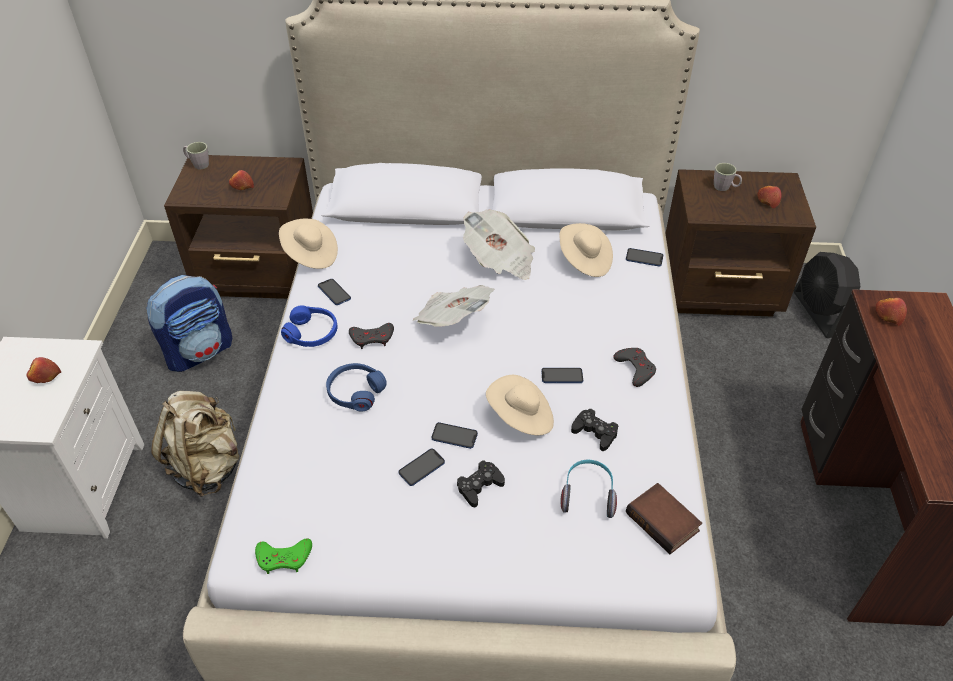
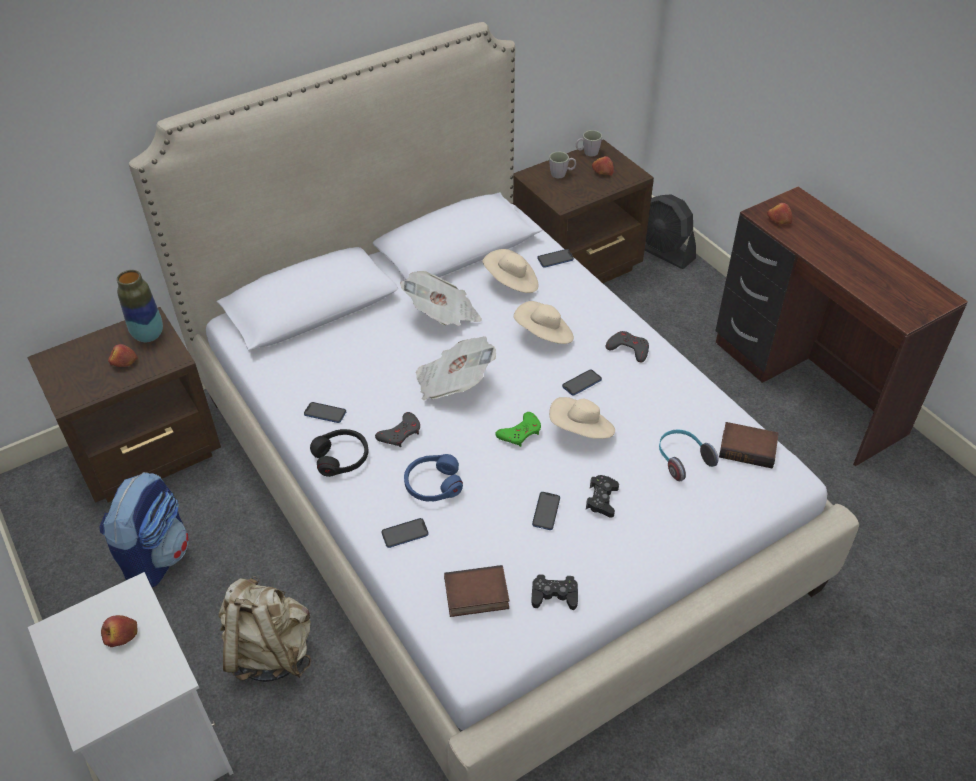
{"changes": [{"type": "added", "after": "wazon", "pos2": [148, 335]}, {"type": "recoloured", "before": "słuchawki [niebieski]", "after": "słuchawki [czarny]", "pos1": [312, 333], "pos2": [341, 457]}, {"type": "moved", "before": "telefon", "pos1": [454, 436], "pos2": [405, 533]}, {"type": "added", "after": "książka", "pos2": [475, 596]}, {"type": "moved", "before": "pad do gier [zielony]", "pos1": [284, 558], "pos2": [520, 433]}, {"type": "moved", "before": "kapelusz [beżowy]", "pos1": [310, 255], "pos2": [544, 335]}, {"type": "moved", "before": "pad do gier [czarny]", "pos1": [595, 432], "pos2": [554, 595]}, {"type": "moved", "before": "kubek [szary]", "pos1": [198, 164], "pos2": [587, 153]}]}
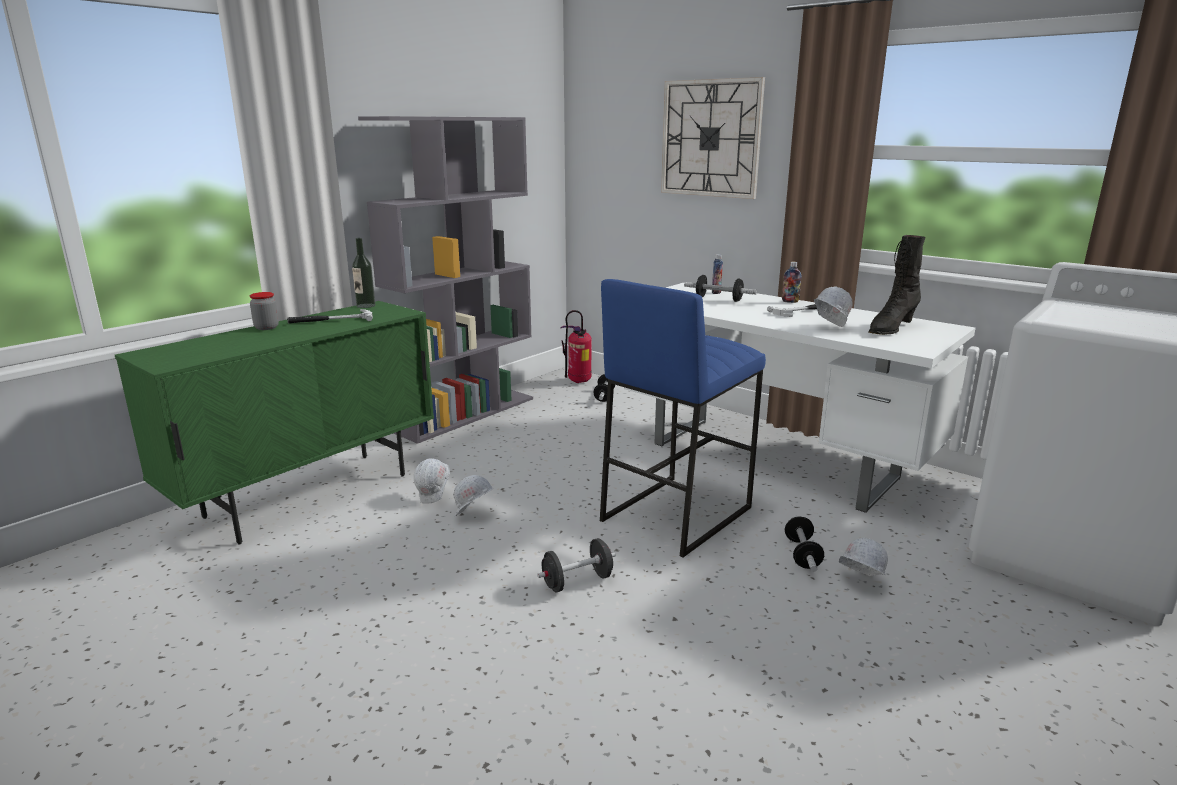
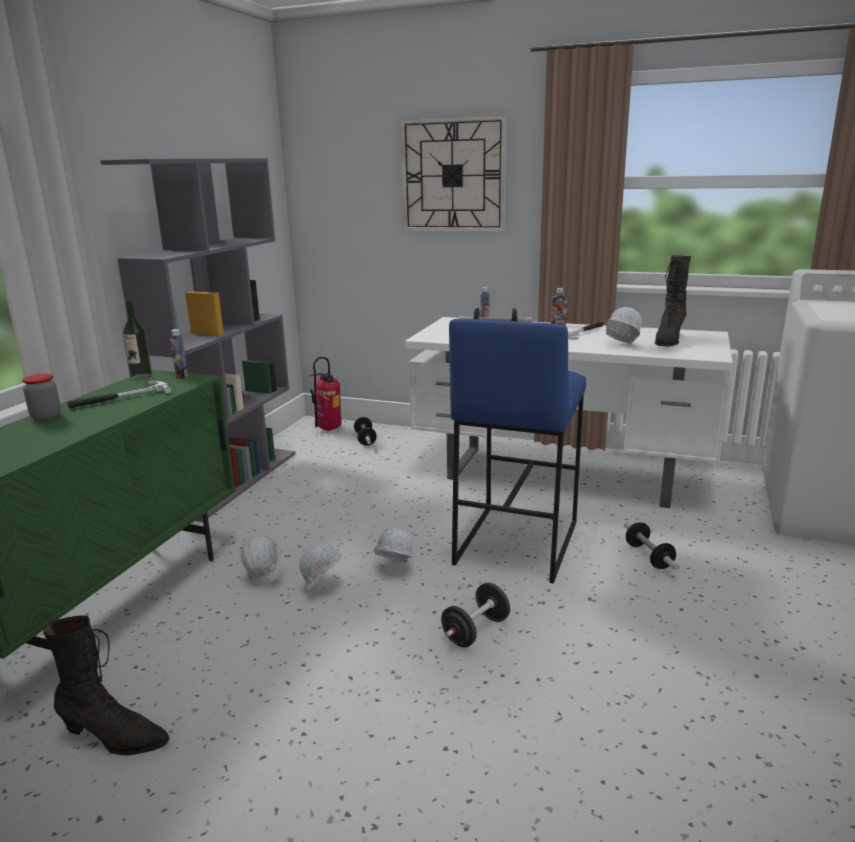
{"changes": [{"type": "added", "after": "but z cholewką [czarny]", "pos2": [114, 738]}, {"type": "added", "after": "butelka", "pos2": [182, 376]}, {"type": "moved", "before": "kask [biały]", "pos1": [858, 583], "pos2": [393, 569]}]}
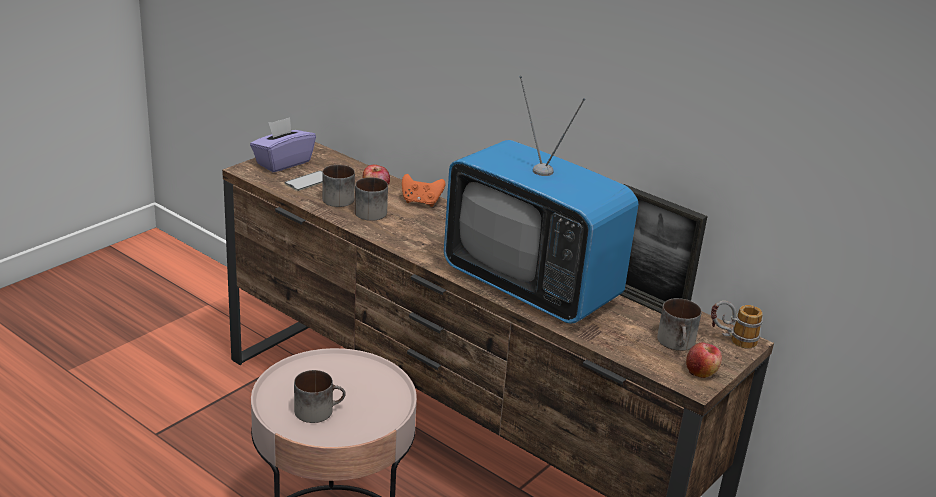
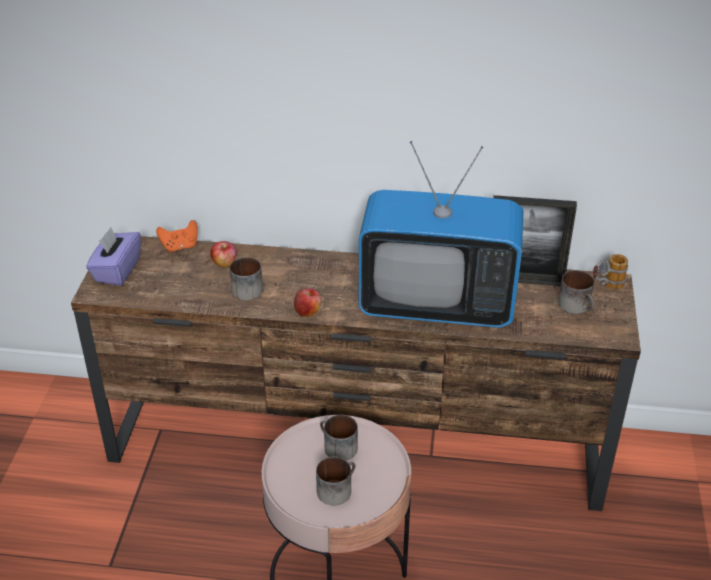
{"changes": [{"type": "moved", "before": "pad do gier [pomarańczowy]", "pos1": [421, 202], "pos2": [180, 247]}, {"type": "moved", "before": "jabłko", "pos1": [701, 372], "pos2": [307, 311]}, {"type": "moved", "before": "kubek", "pos1": [336, 198], "pos2": [336, 447]}, {"type": "removed", "before": "telefon", "pos1": [309, 181]}]}
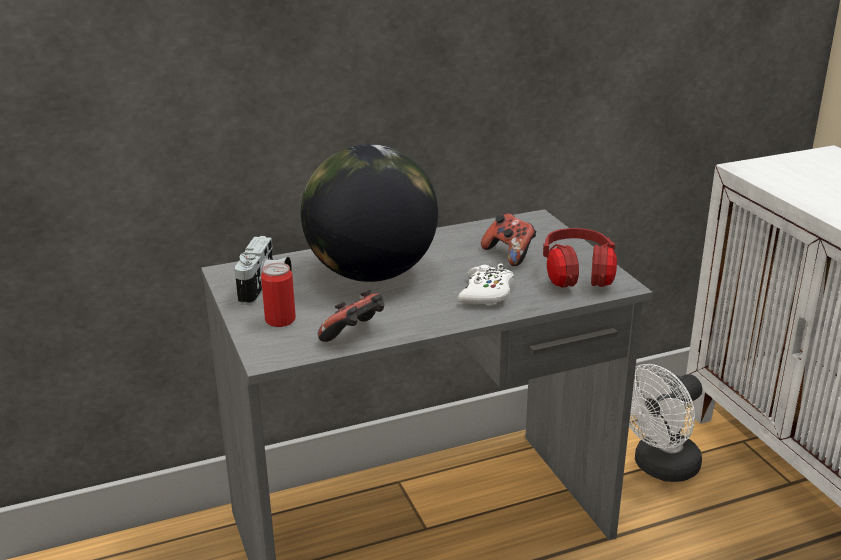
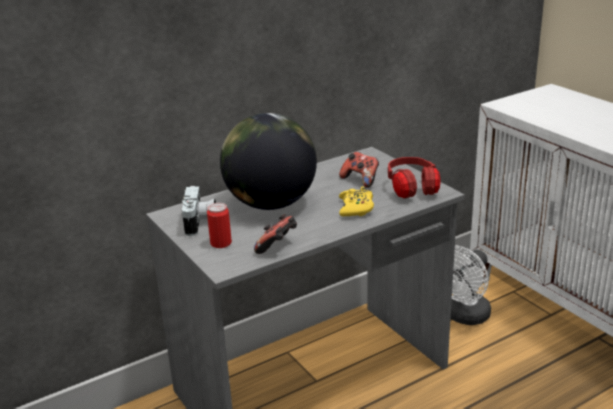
{"changes": [{"type": "recoloured", "before": "pad do gier [biały]", "after": "pad do gier [żółty]", "pos1": [486, 293], "pos2": [356, 208]}]}
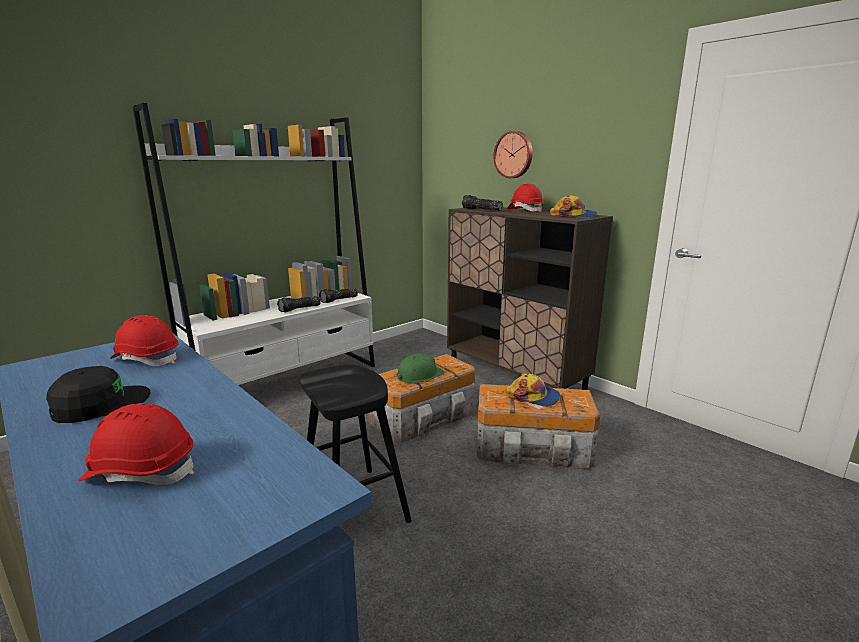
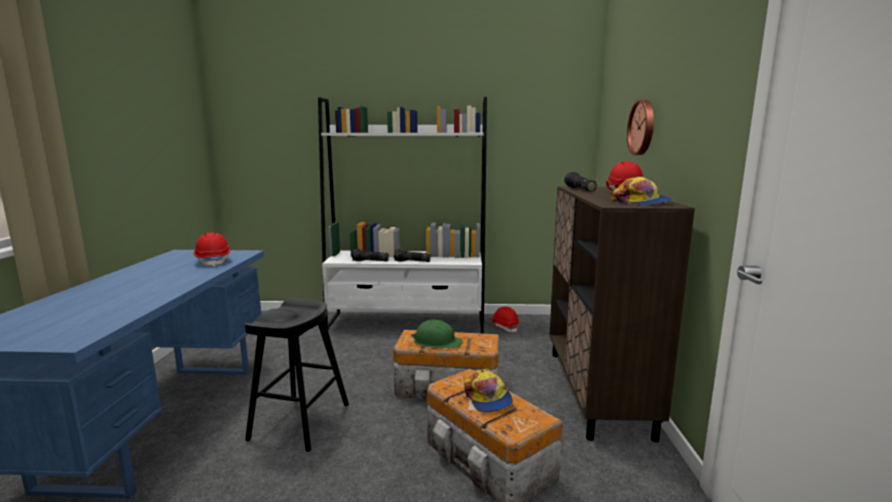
{"changes": [{"type": "moved", "before": "latarka", "pos1": [339, 300], "pos2": [370, 261]}, {"type": "moved", "before": "kask [czerwony]", "pos1": [141, 471], "pos2": [504, 327]}, {"type": "removed", "before": "czapka z daszkiem [czarny]", "pos1": [100, 404]}]}
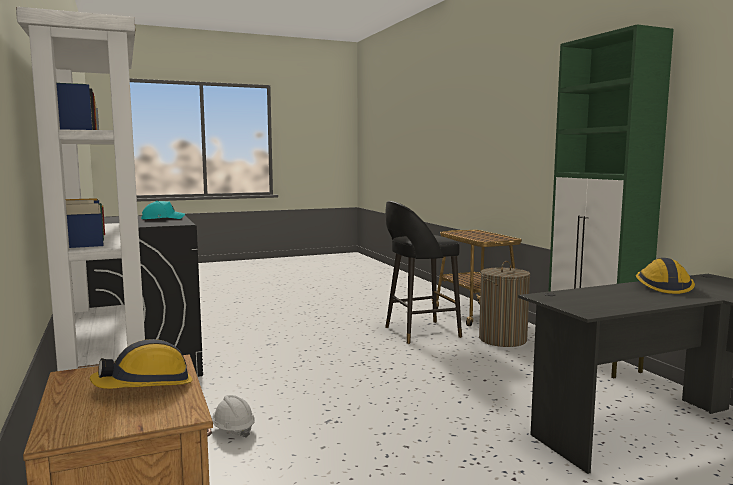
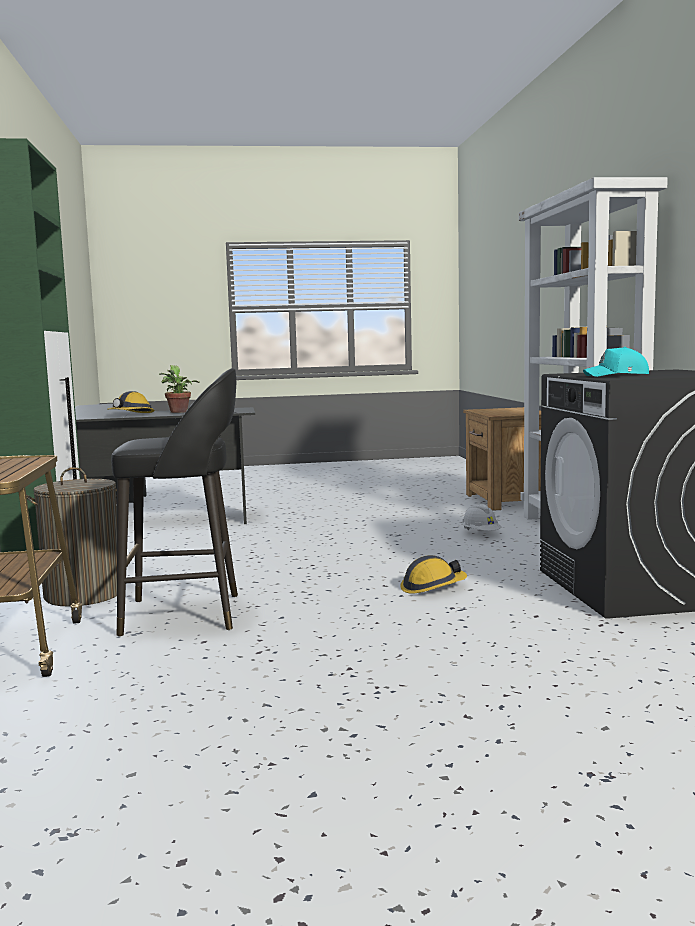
{"changes": [{"type": "added", "after": "roślina doniczkowa", "pos2": [179, 412]}, {"type": "moved", "before": "kask", "pos1": [145, 386], "pos2": [432, 587]}]}
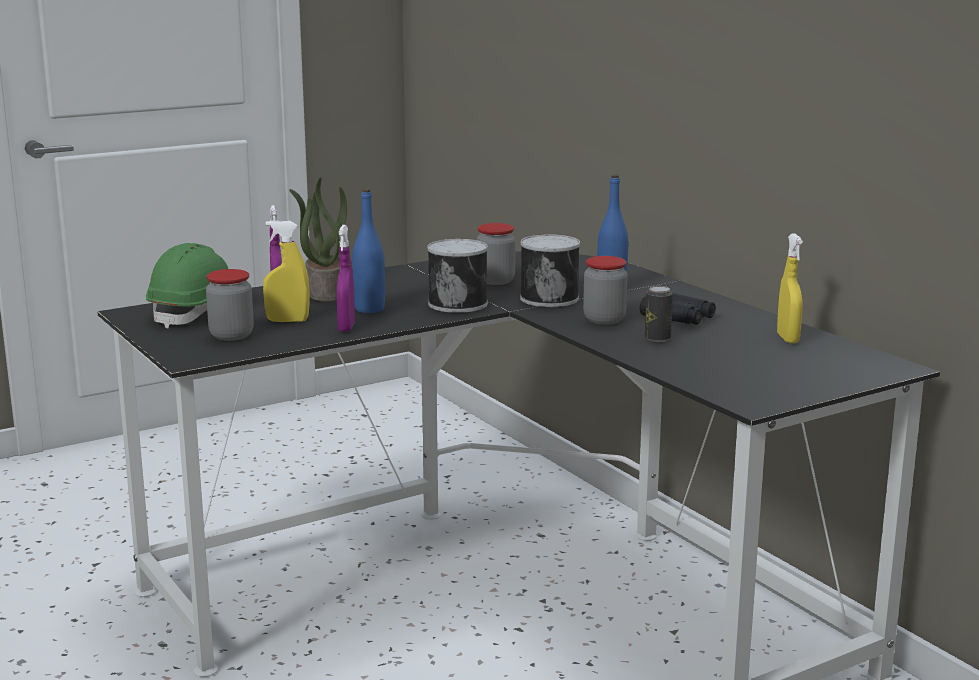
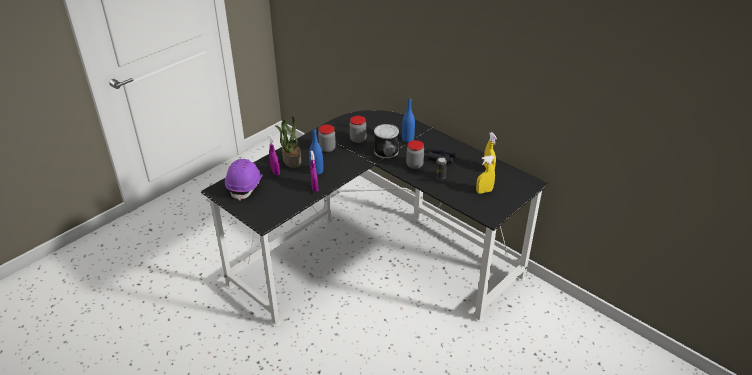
{"changes": [{"type": "recoloured", "before": "kask [zielony]", "after": "kask [fioletowy]", "pos1": [197, 313], "pos2": [245, 186]}, {"type": "moved", "before": "słoik", "pos1": [231, 335], "pos2": [327, 148]}, {"type": "moved", "before": "spryskiwacz [żółty]", "pos1": [287, 321], "pos2": [484, 191]}, {"type": "removed", "before": "puszka", "pos1": [458, 303]}]}
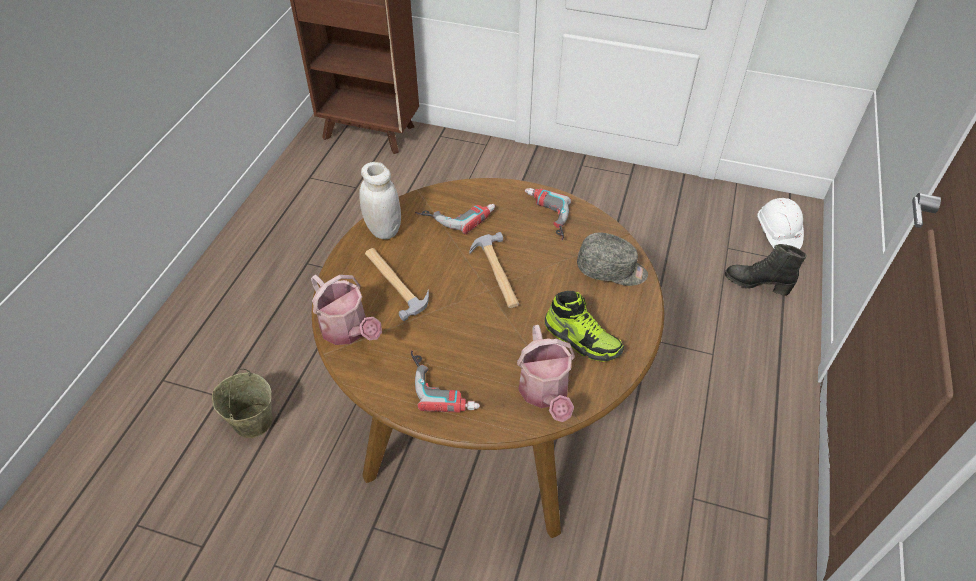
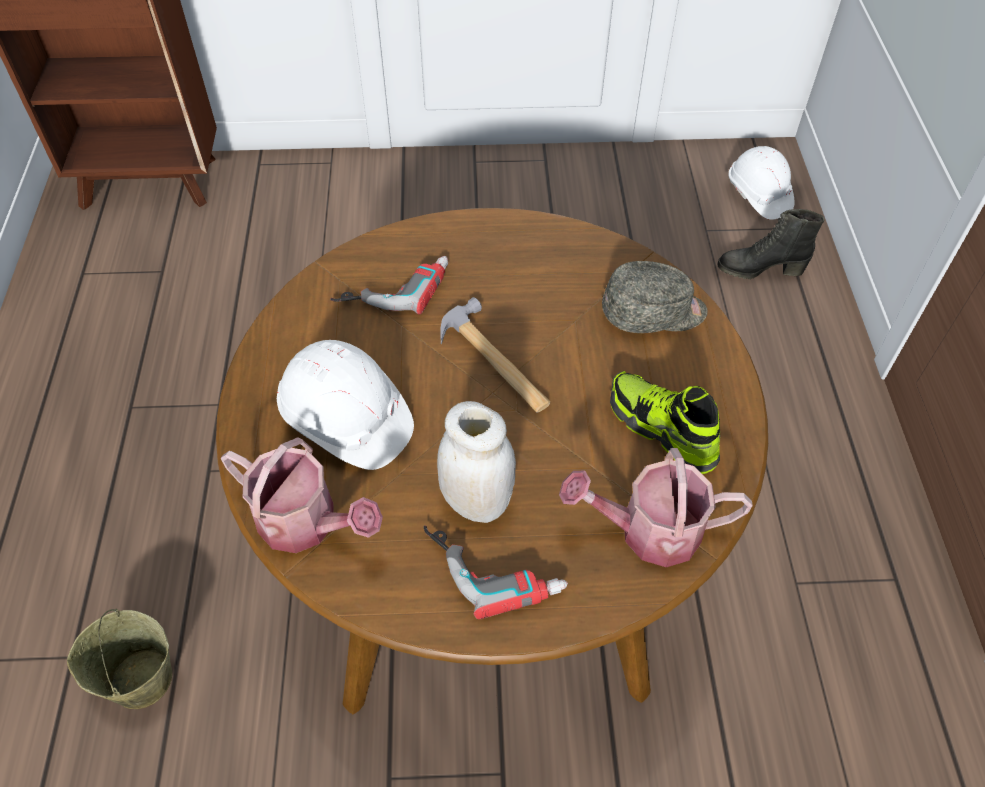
{"changes": [{"type": "replaced", "before": "młotek", "after": "kask [biały]", "pos1": [395, 282], "pos2": [346, 421]}, {"type": "moved", "before": "słoik [biały]", "pos1": [383, 230], "pos2": [476, 501]}, {"type": "turned", "before": "konewka", "pos1": [545, 393], "pos2": [648, 531], "turn": 120}, {"type": "turned", "before": "but", "pos1": [582, 339], "pos2": [661, 430], "turn": -150}, {"type": "removed", "before": "wiertarka", "pos1": [543, 217]}]}
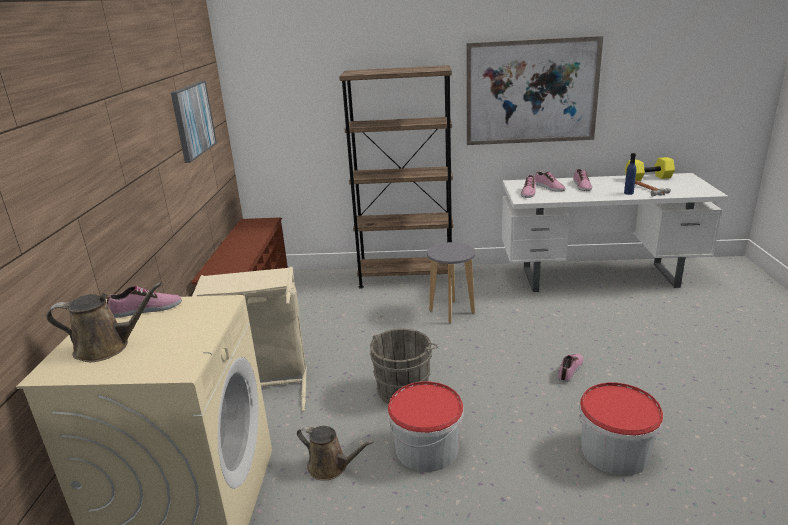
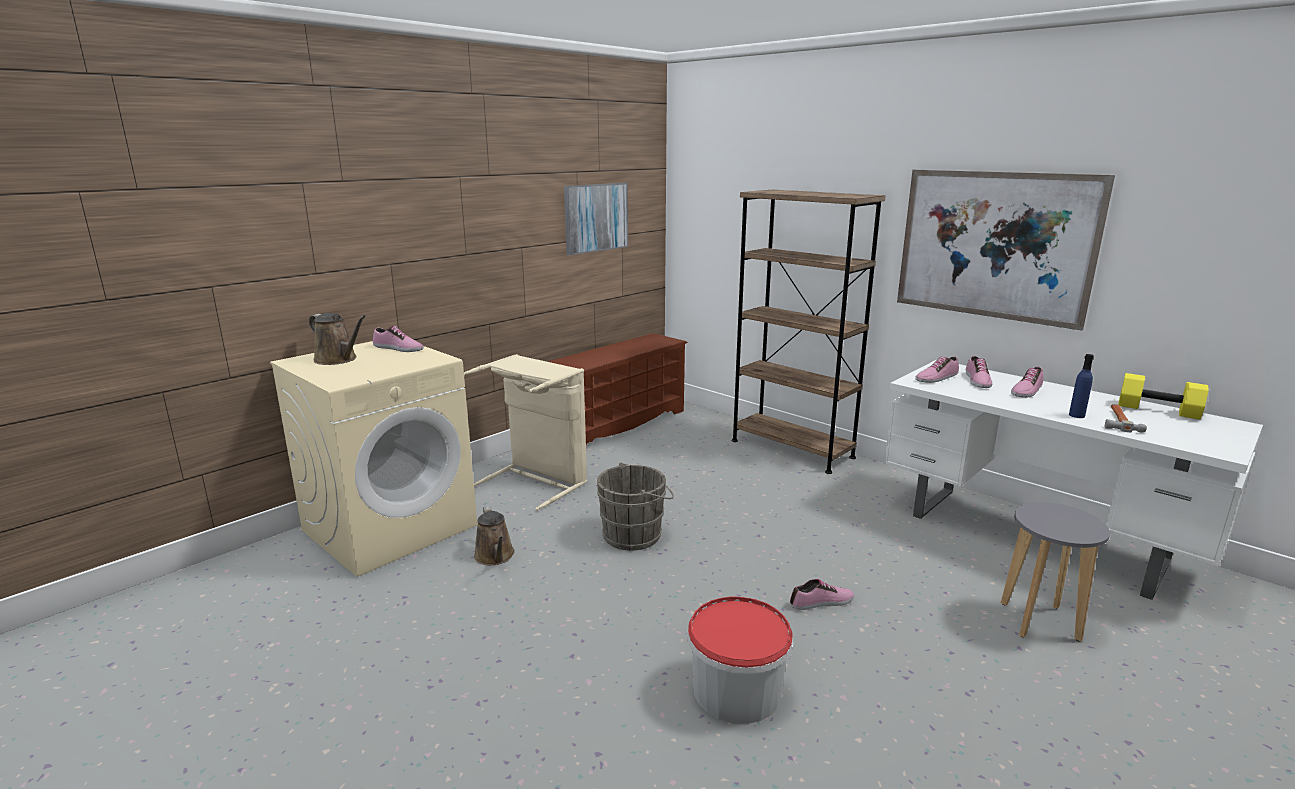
{"changes": [{"type": "moved", "before": "stołek [szary]", "pos1": [451, 312], "pos2": [1039, 621]}, {"type": "removed", "before": "wiadro", "pos1": [426, 448]}]}
